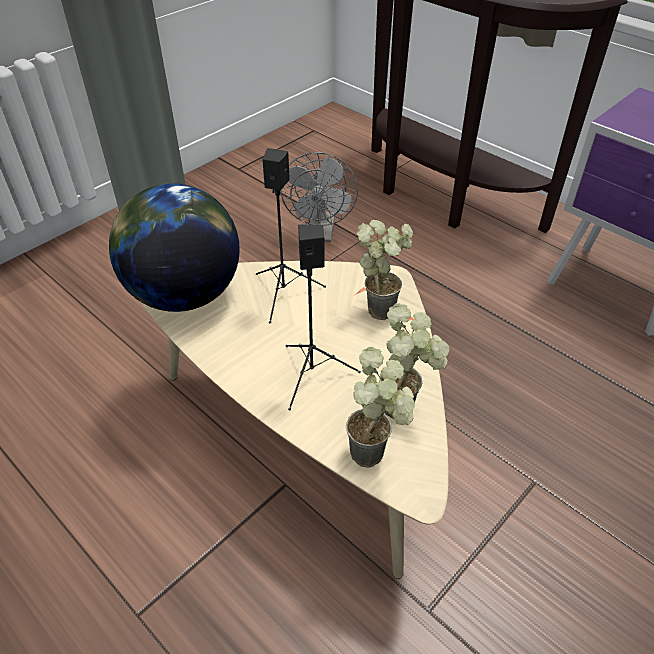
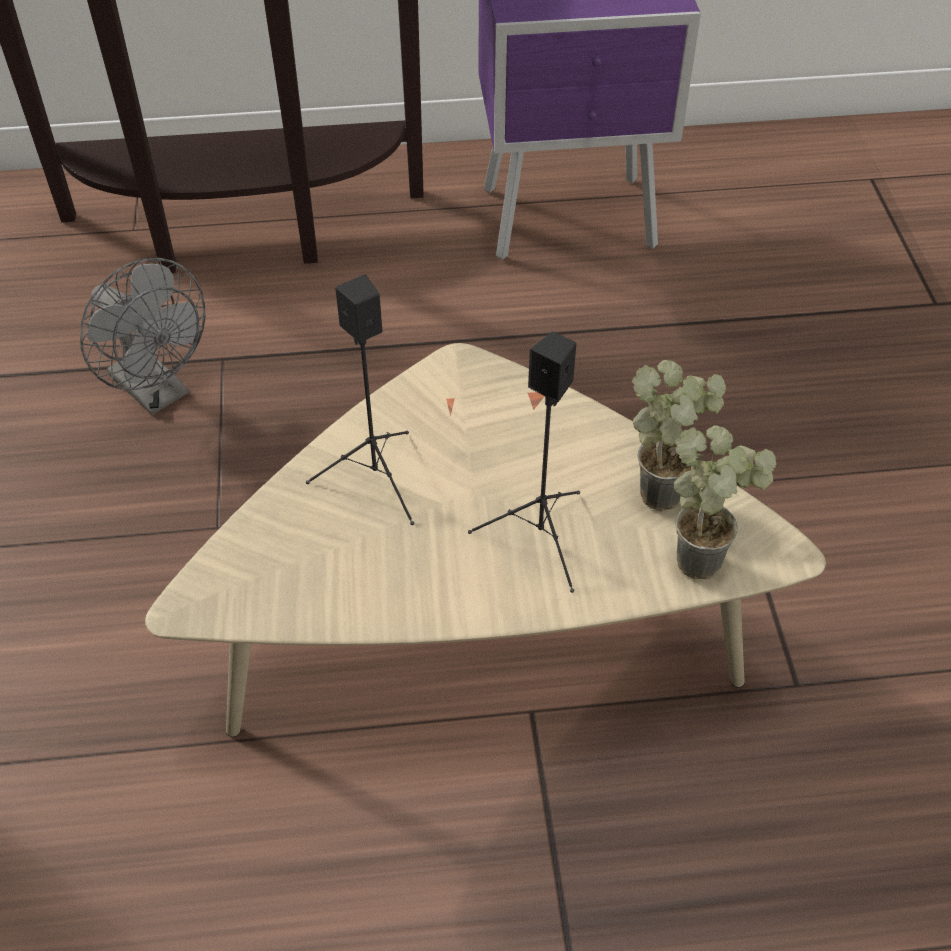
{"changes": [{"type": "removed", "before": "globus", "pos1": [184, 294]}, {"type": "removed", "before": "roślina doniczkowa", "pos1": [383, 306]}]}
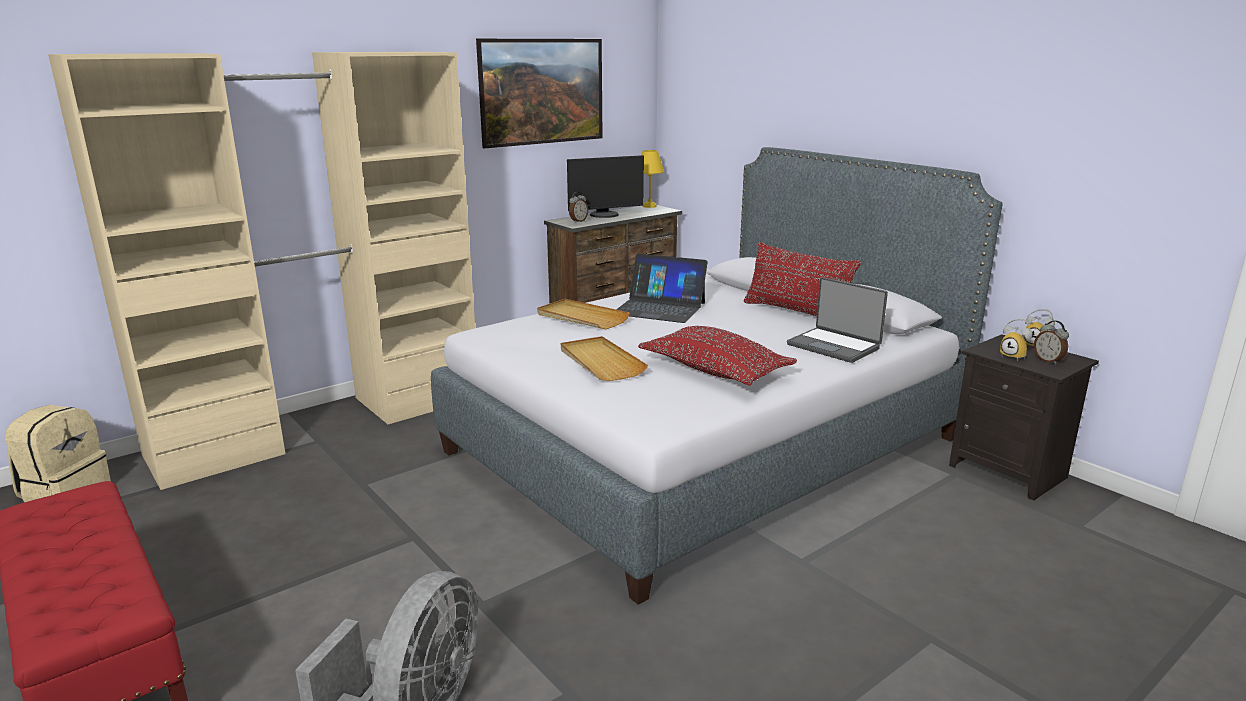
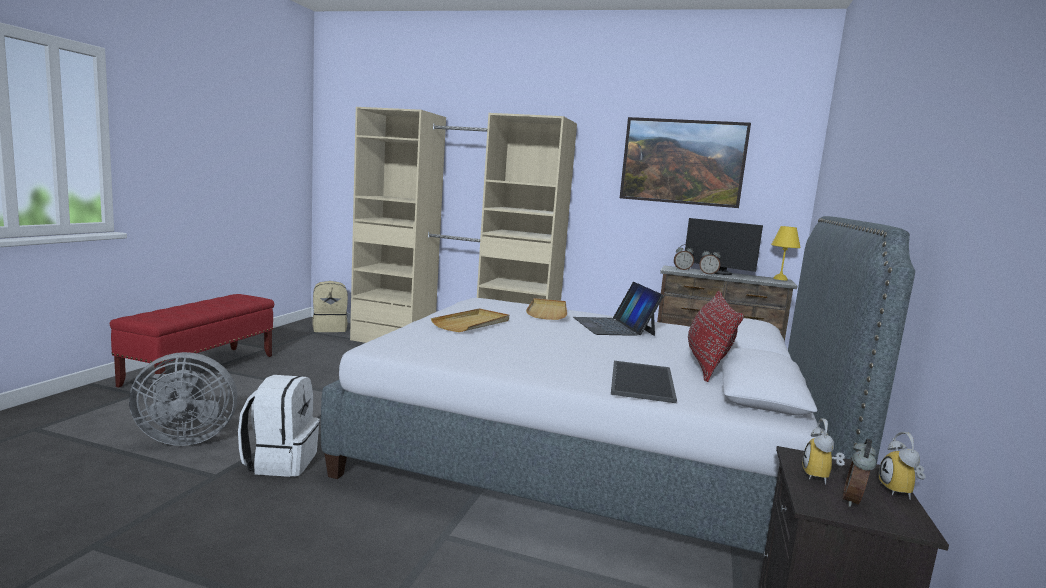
{"changes": [{"type": "added", "after": "plecak [biały]", "pos2": [280, 462]}, {"type": "replaced", "before": "laptop", "after": "taca", "pos1": [834, 346], "pos2": [643, 382]}, {"type": "added", "after": "budzik", "pos2": [708, 274]}, {"type": "removed", "before": "poduszka [czerwony]", "pos1": [715, 371]}]}
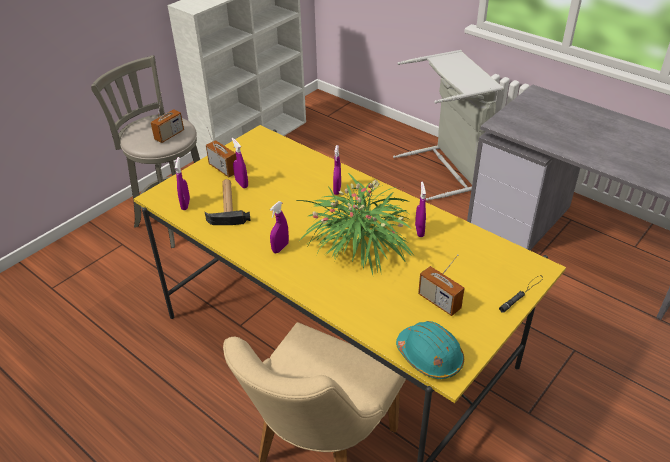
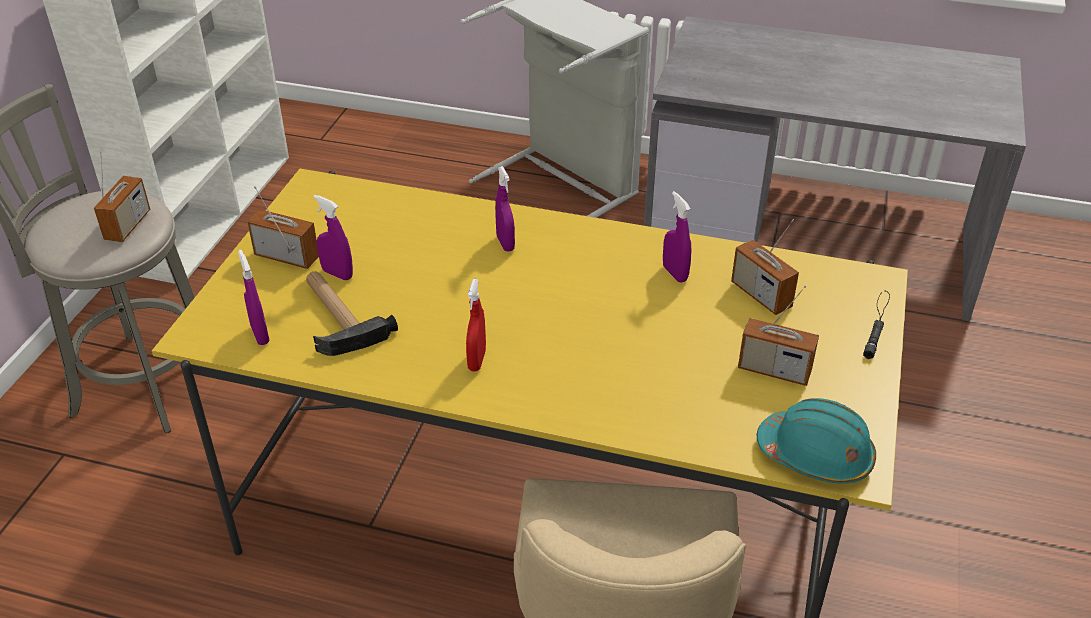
{"changes": [{"type": "recoloured", "before": "spryskiwacz [fioletowy]", "after": "spryskiwacz [czerwony]", "pos1": [280, 248], "pos2": [477, 360]}, {"type": "added", "after": "radio", "pos2": [761, 295]}, {"type": "removed", "before": "roślina doniczkowa", "pos1": [360, 245]}]}
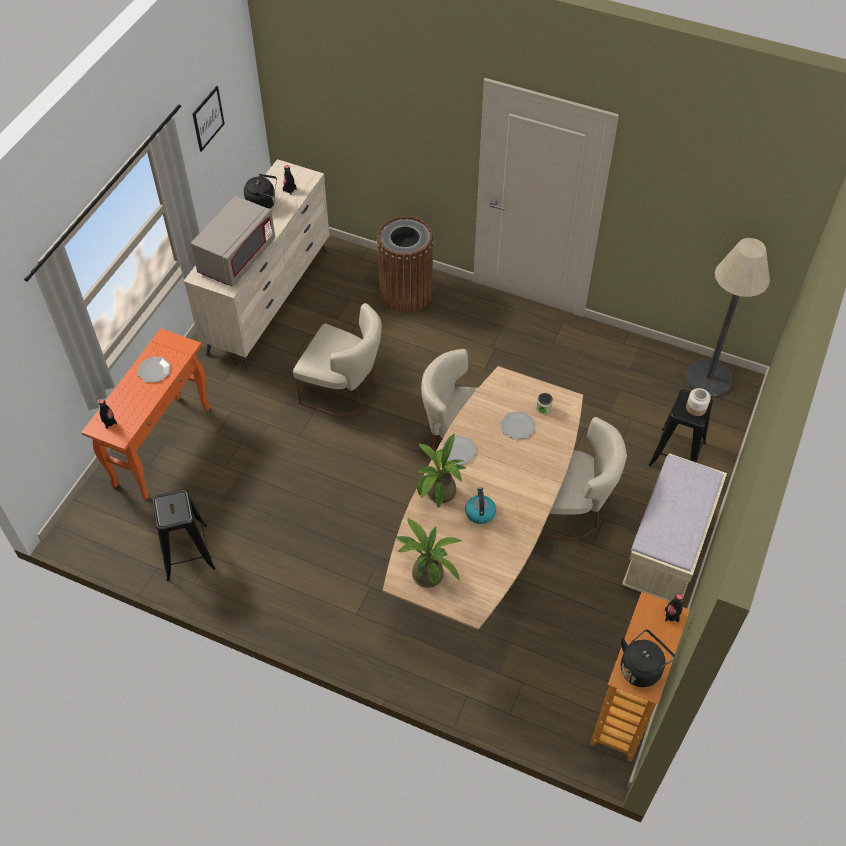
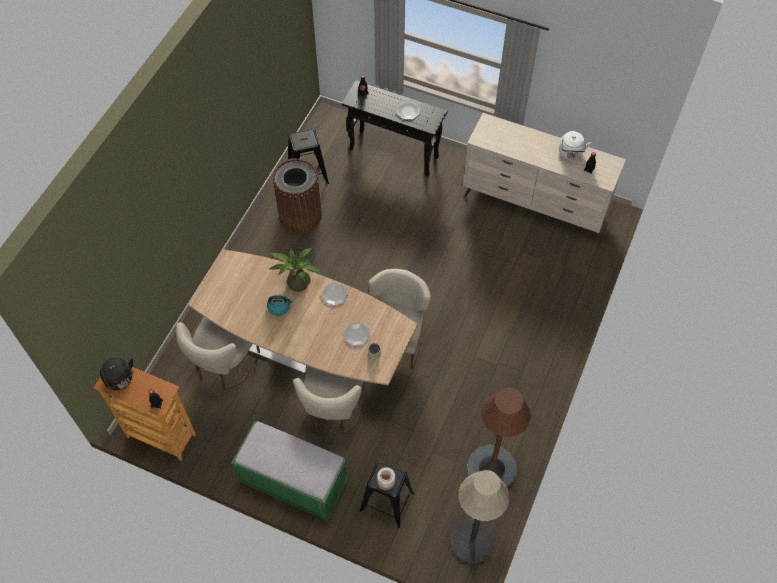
{"changes": [{"type": "moved", "before": "krzesło [beżowy]", "pos1": [344, 391], "pos2": [223, 366]}, {"type": "recoloured", "before": "ławka [beżowy]", "after": "ławka [zielony]", "pos1": [667, 549], "pos2": [293, 482]}, {"type": "moved", "before": "kosz na śmieci [brązowy]", "pos1": [405, 292], "pos2": [300, 215]}, {"type": "recoloured", "before": "stolik konsolowy [pomarańczowy]", "after": "stolik konsolowy [czarny]", "pos1": [162, 445], "pos2": [394, 153]}, {"type": "added", "after": "lampa stojąca [brązowy]", "pos2": [491, 468]}, {"type": "recoloured", "before": "czajnik [czarny]", "after": "czajnik [biały]", "pos1": [263, 203], "pos2": [570, 153]}, {"type": "removed", "before": "mikrofalówka [szary]", "pos1": [237, 258]}, {"type": "removed", "before": "obraz", "pos1": [208, 118]}, {"type": "removed", "before": "roślina doniczkowa", "pos1": [427, 571]}]}
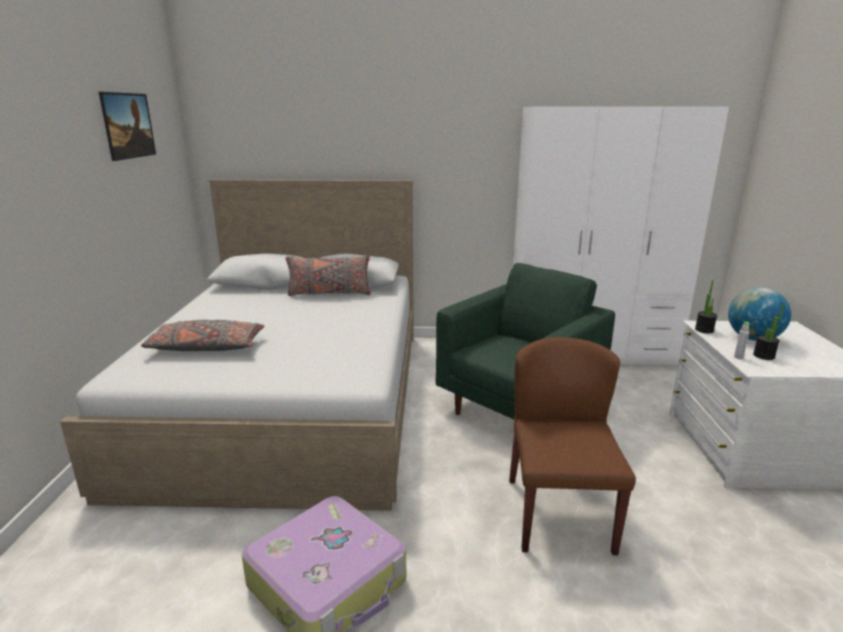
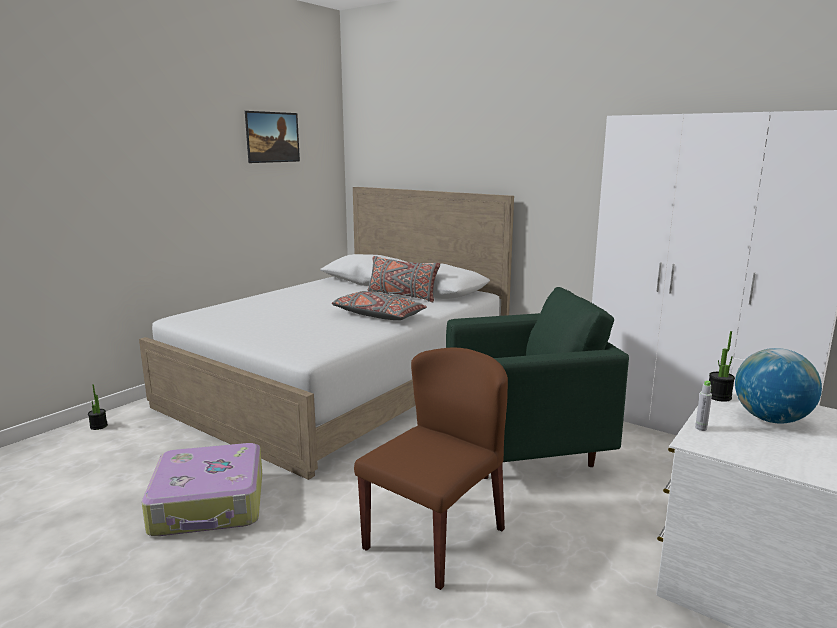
{"changes": [{"type": "moved", "before": "roślina doniczkowa", "pos1": [763, 356], "pos2": [98, 426]}, {"type": "moved", "before": "poduszka [szary]", "pos1": [206, 347], "pos2": [378, 316]}]}
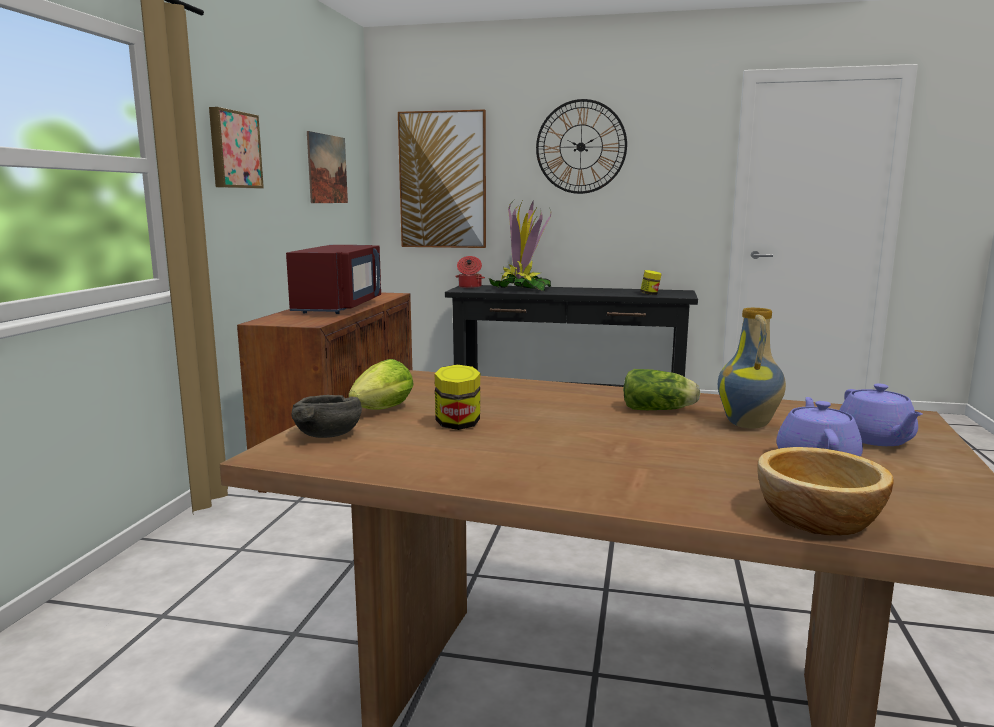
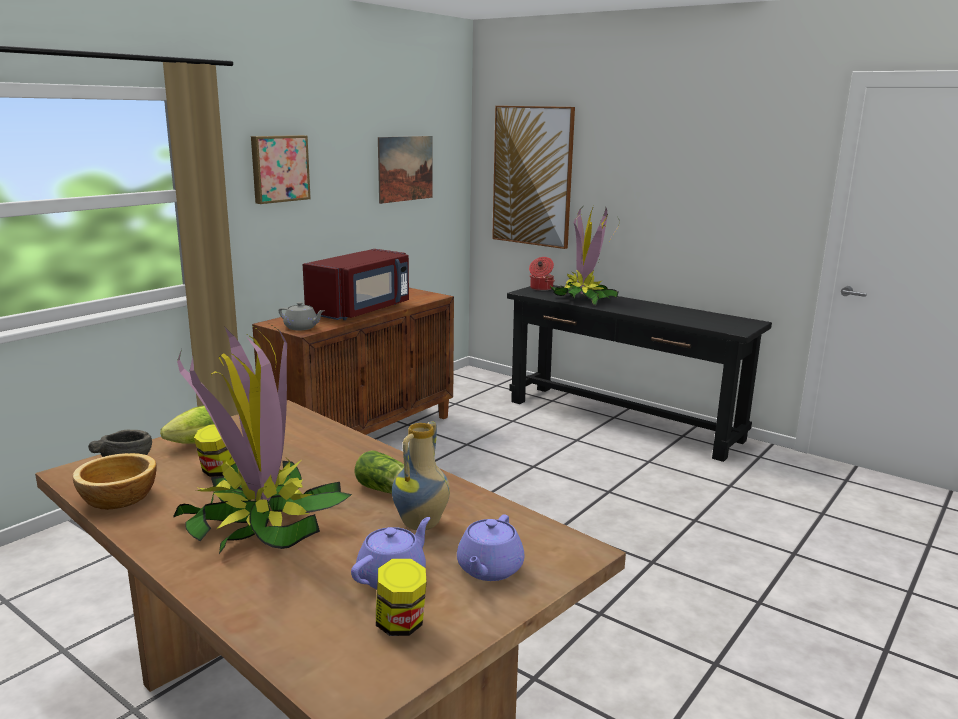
{"changes": [{"type": "moved", "before": "miska", "pos1": [819, 519], "pos2": [118, 499]}, {"type": "added", "after": "roślina doniczkowa", "pos2": [260, 520]}, {"type": "added", "after": "imbryk [szary]", "pos2": [302, 328]}, {"type": "moved", "before": "słoik", "pos1": [650, 294], "pos2": [401, 625]}, {"type": "removed", "before": "zegar ścienny", "pos1": [581, 147]}]}
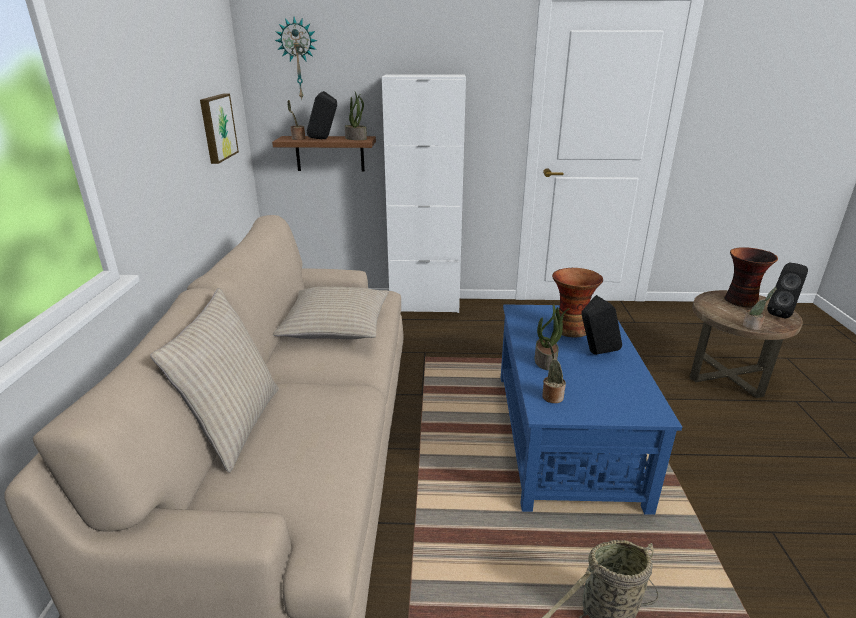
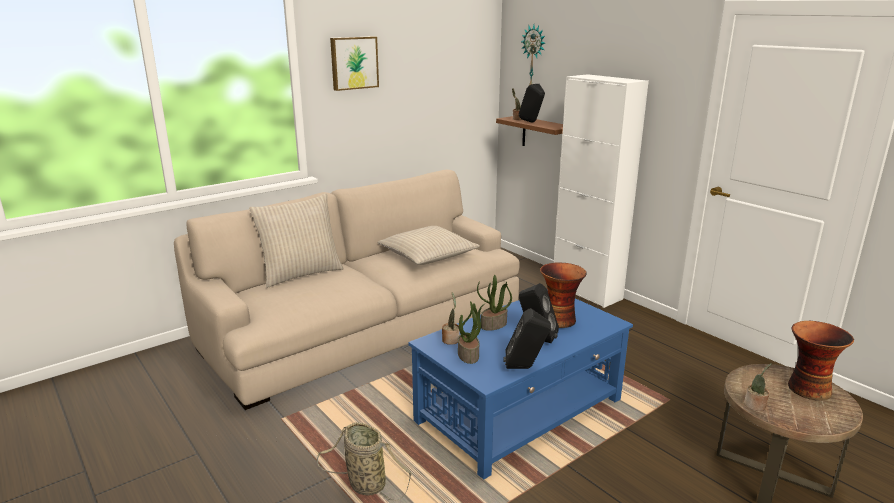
{"changes": [{"type": "moved", "before": "obraz", "pos1": [217, 127], "pos2": [353, 63]}, {"type": "moved", "before": "roślina doniczkowa", "pos1": [356, 138], "pos2": [469, 355]}, {"type": "moved", "before": "głośnik [czarny]", "pos1": [781, 313], "pos2": [525, 368]}]}
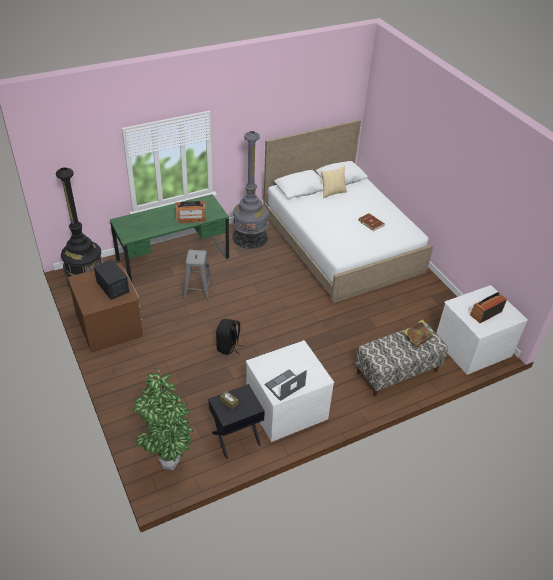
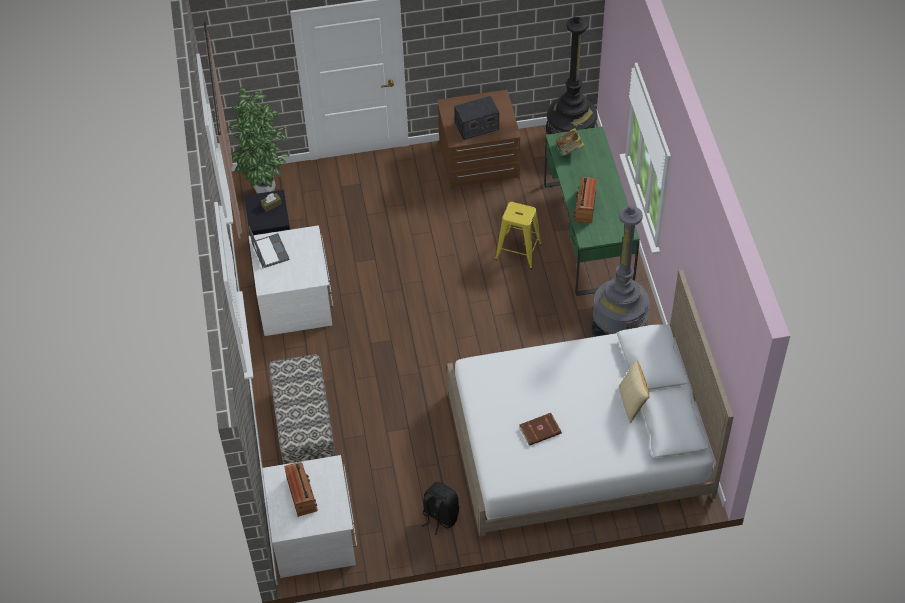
{"changes": [{"type": "moved", "before": "plecak [czarny]", "pos1": [228, 347], "pos2": [439, 516]}, {"type": "recoloured", "before": "stołek [szary]", "after": "stołek [żółty]", "pos1": [197, 290], "pos2": [518, 251]}, {"type": "moved", "before": "książka", "pos1": [416, 340], "pos2": [569, 150]}]}
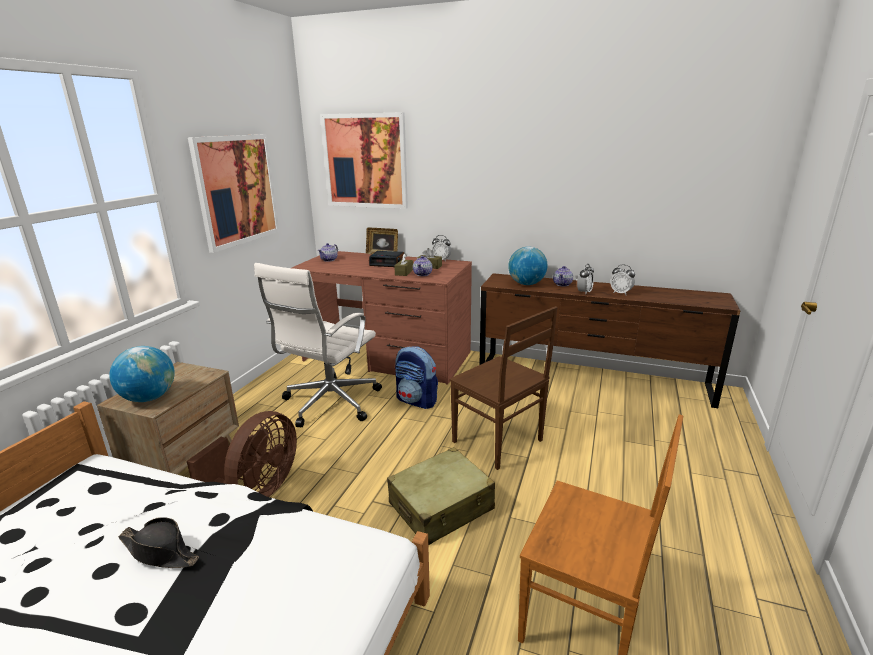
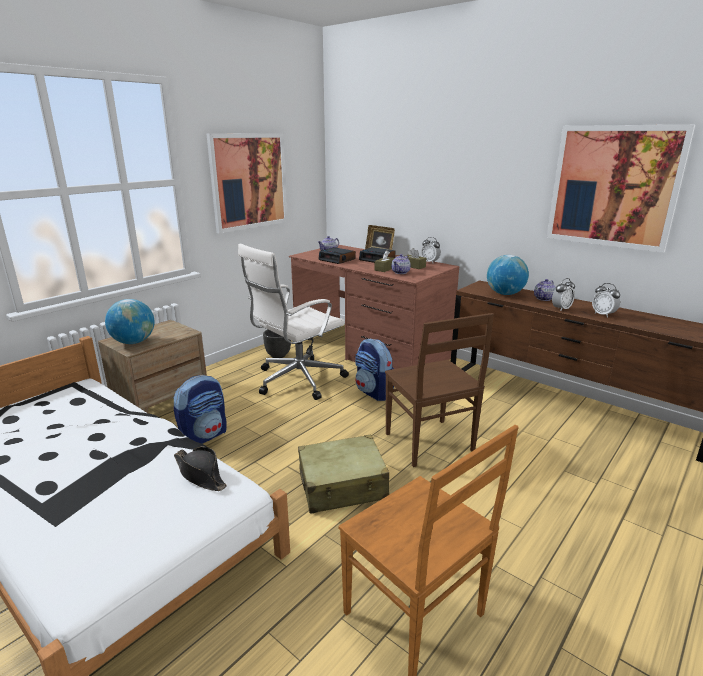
{"changes": [{"type": "replaced", "before": "wentylator [brązowy]", "after": "plecak", "pos1": [257, 490], "pos2": [204, 436]}, {"type": "moved", "before": "kapelusz [czarny]", "pos1": [160, 552], "pos2": [200, 474]}, {"type": "added", "after": "donica [czarny]", "pos2": [278, 355]}, {"type": "added", "after": "budzik", "pos2": [337, 259]}, {"type": "moved", "before": "obraz", "pos1": [365, 161], "pos2": [613, 187]}]}
